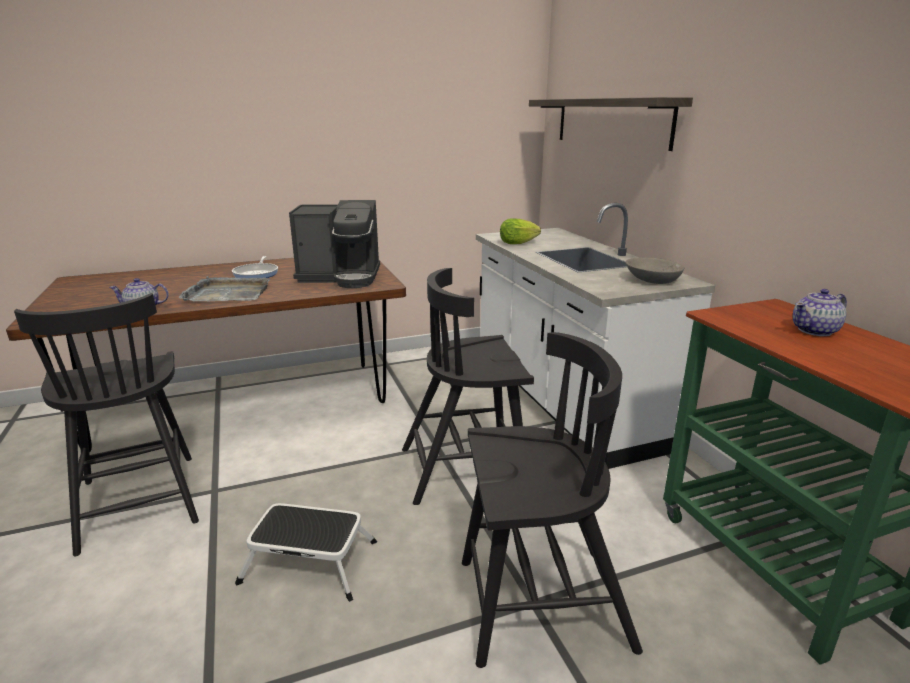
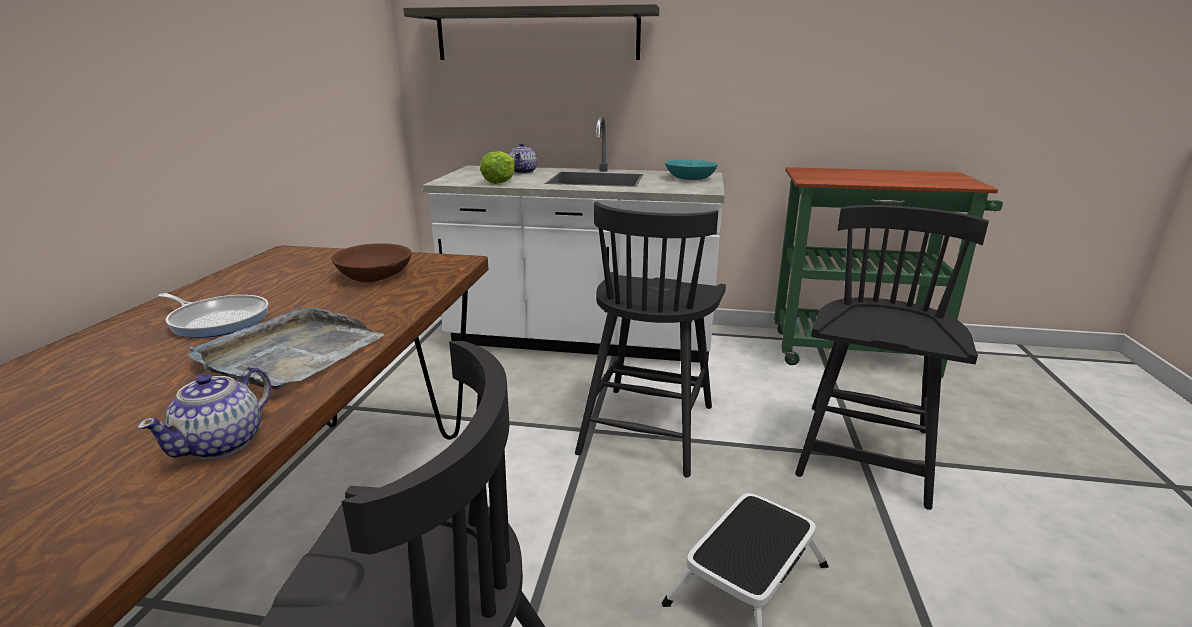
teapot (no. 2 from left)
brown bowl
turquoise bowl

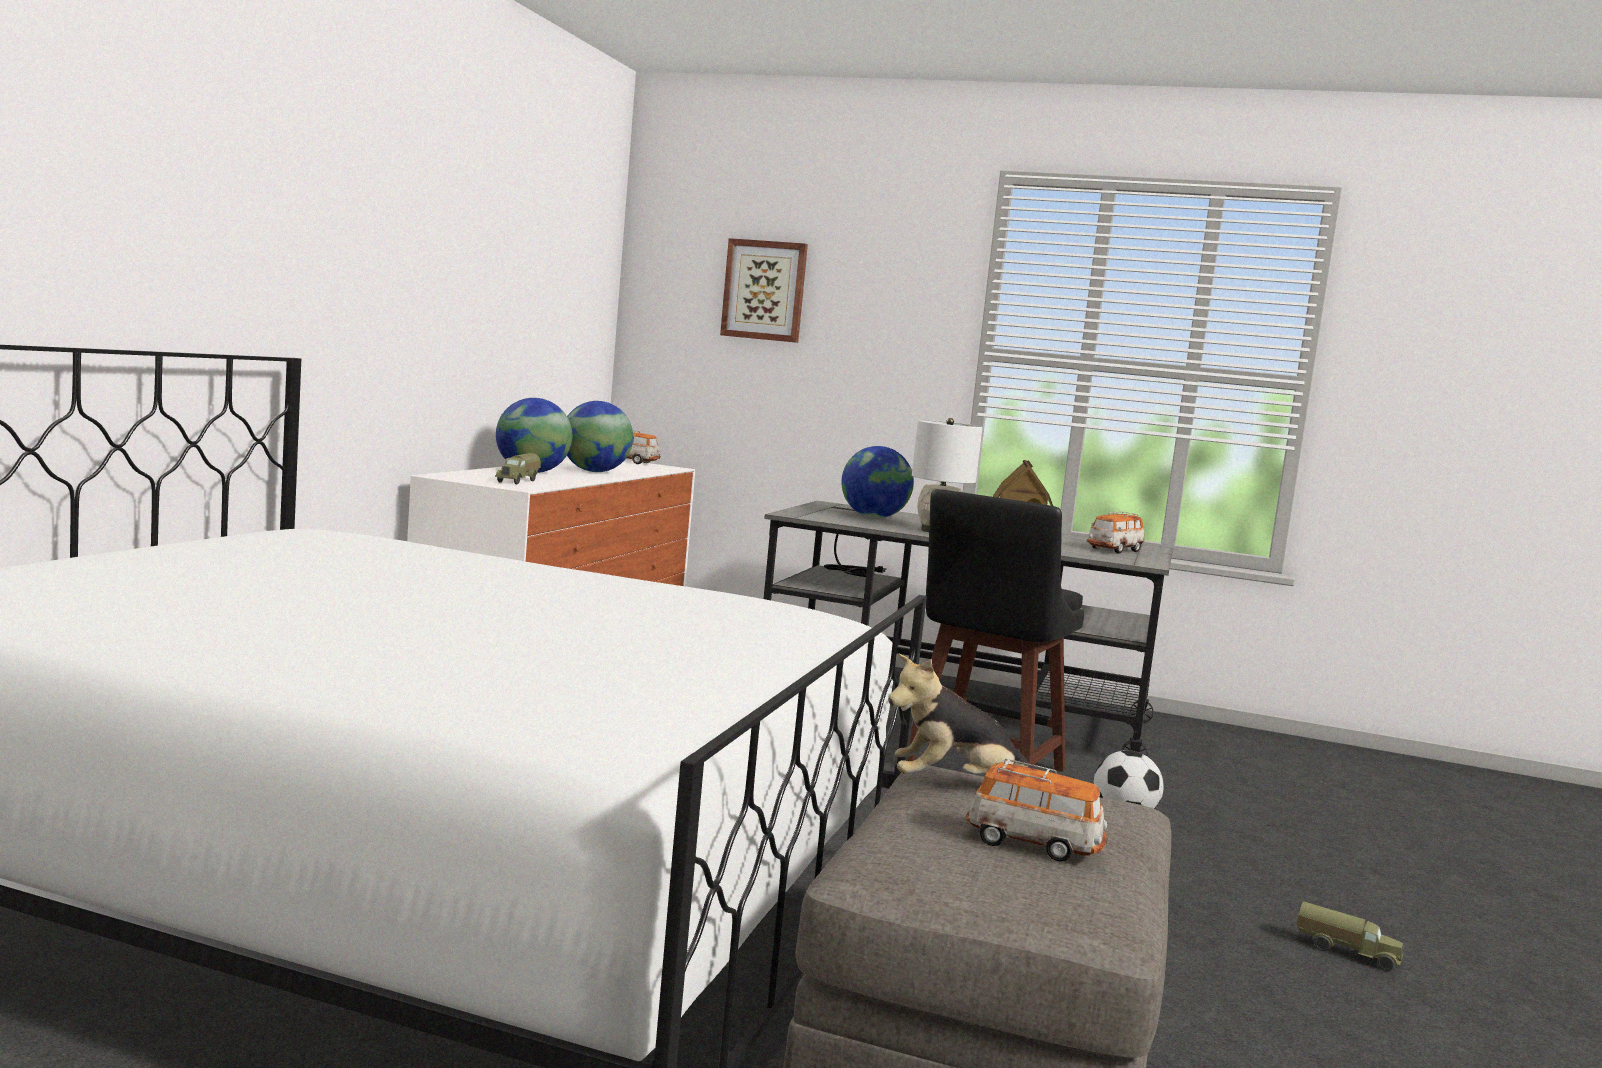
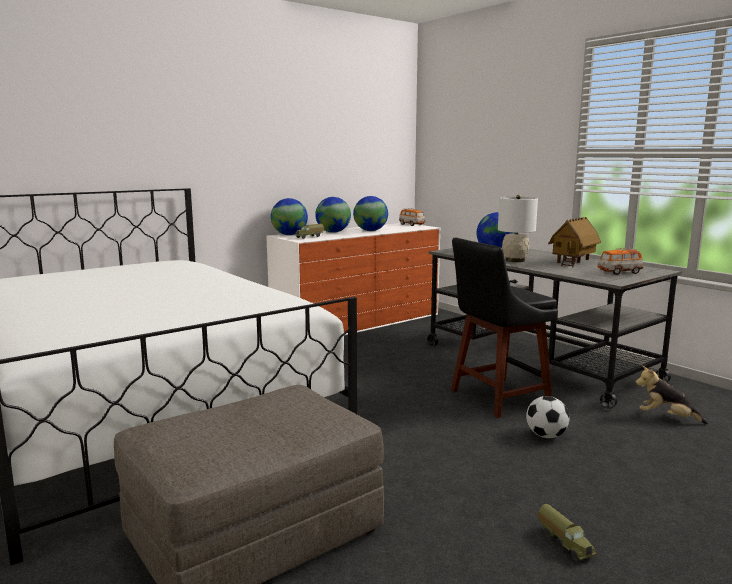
picture
toy car (no. 2 from left in the first image)
globe (no. 1 from left)
plush toy

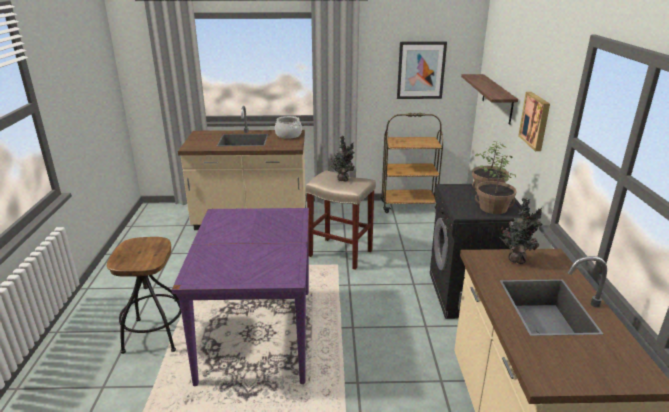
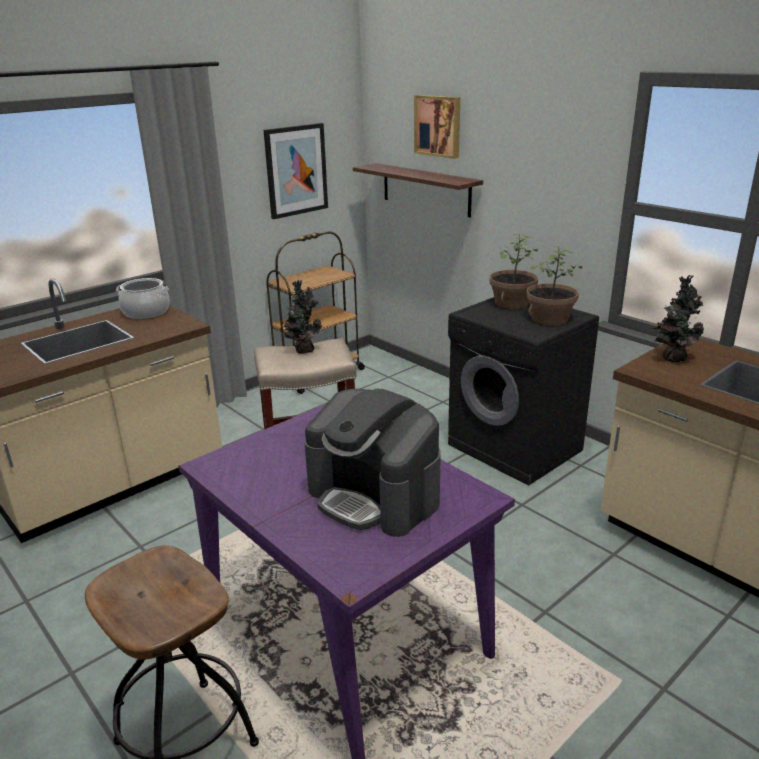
coffee machine
picture (no. 2 from left)

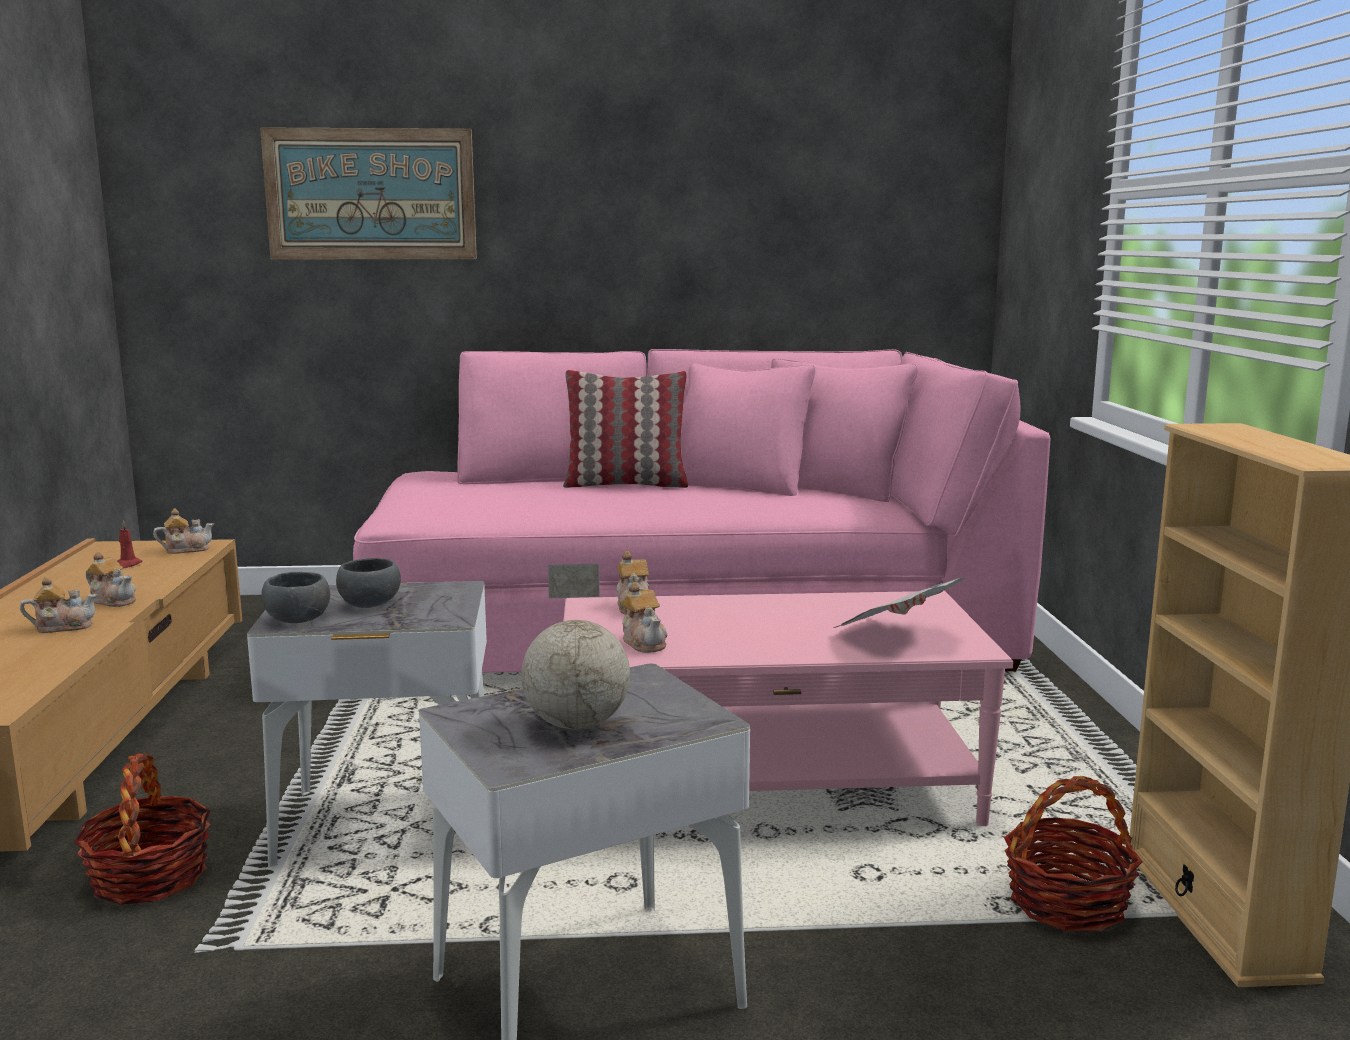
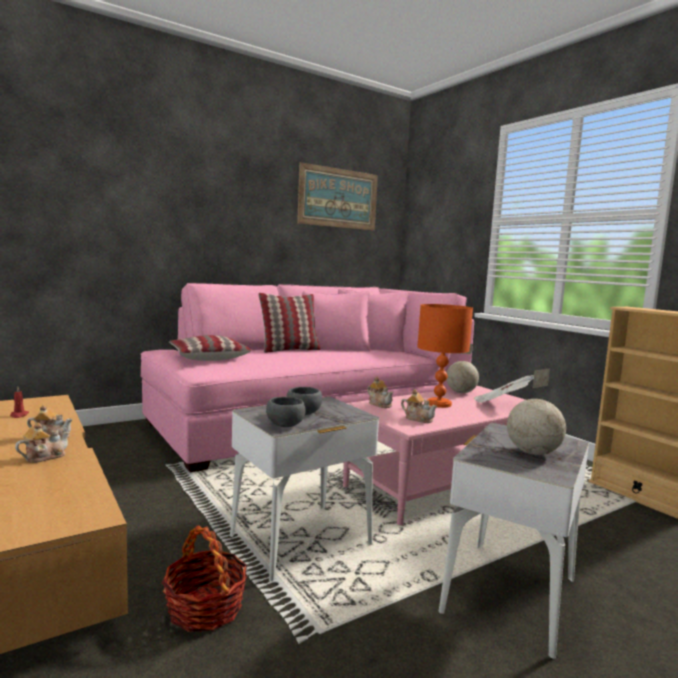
teapot (no. 3 from left in the first image)
basket (no. 2 from left in the first image)
pillow (no. 1 from left)
orange table lamp
globe (no. 1 from left)
picture

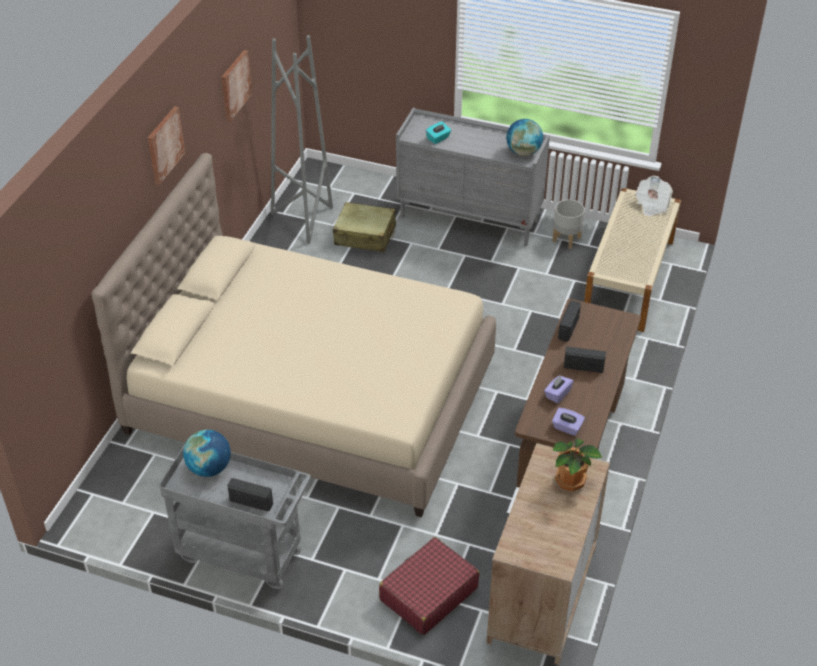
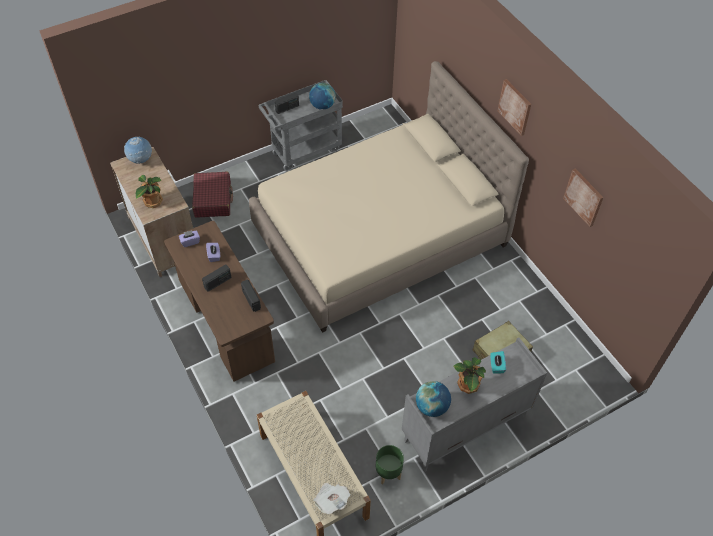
grey clothes rack
globe (no. 1 from left)
potted plant (no. 2 from left)
green planter

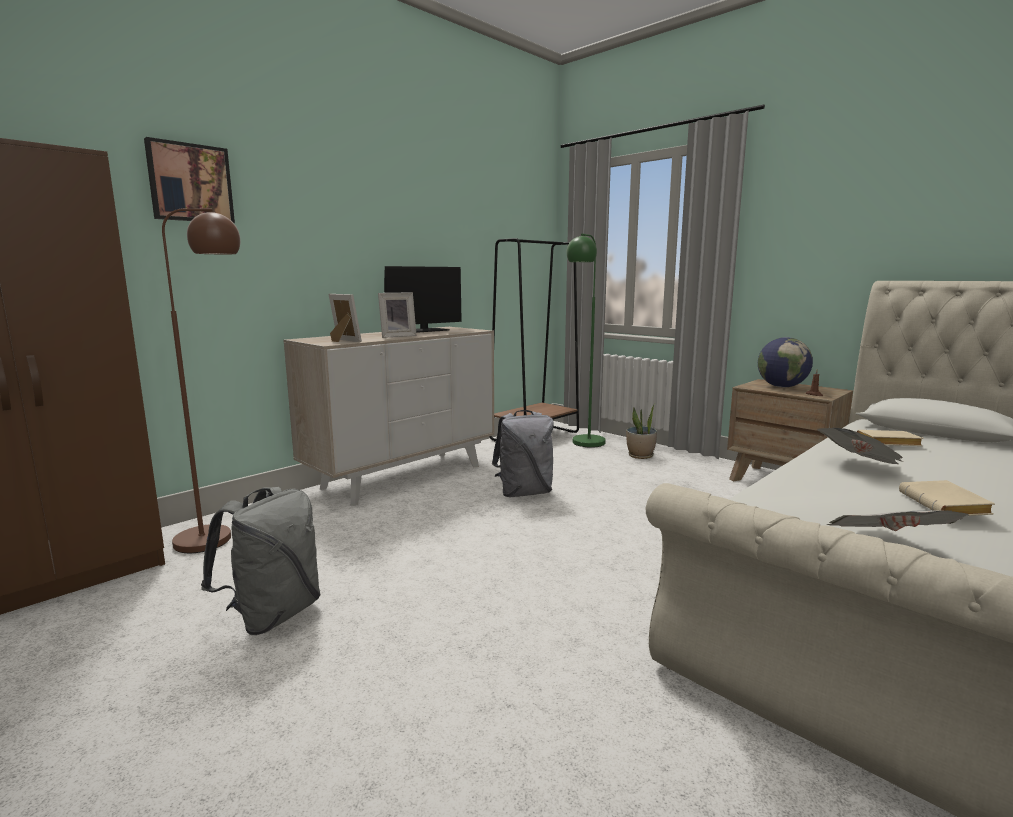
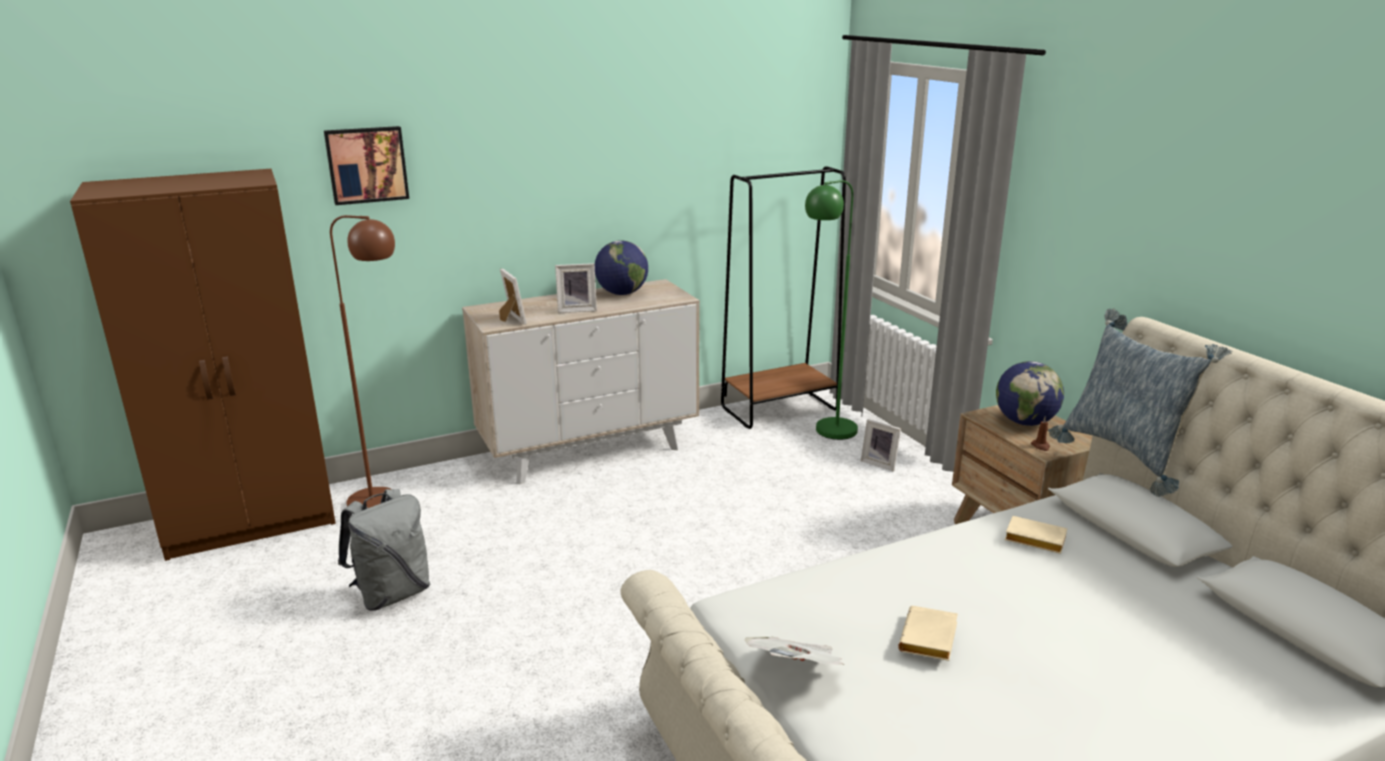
grey backpack (no. 2 from left in the first image)
newspaper (no. 1 from left in the first image)
pillow
globe (no. 1 from left)
picture frame (no. 3 from left)

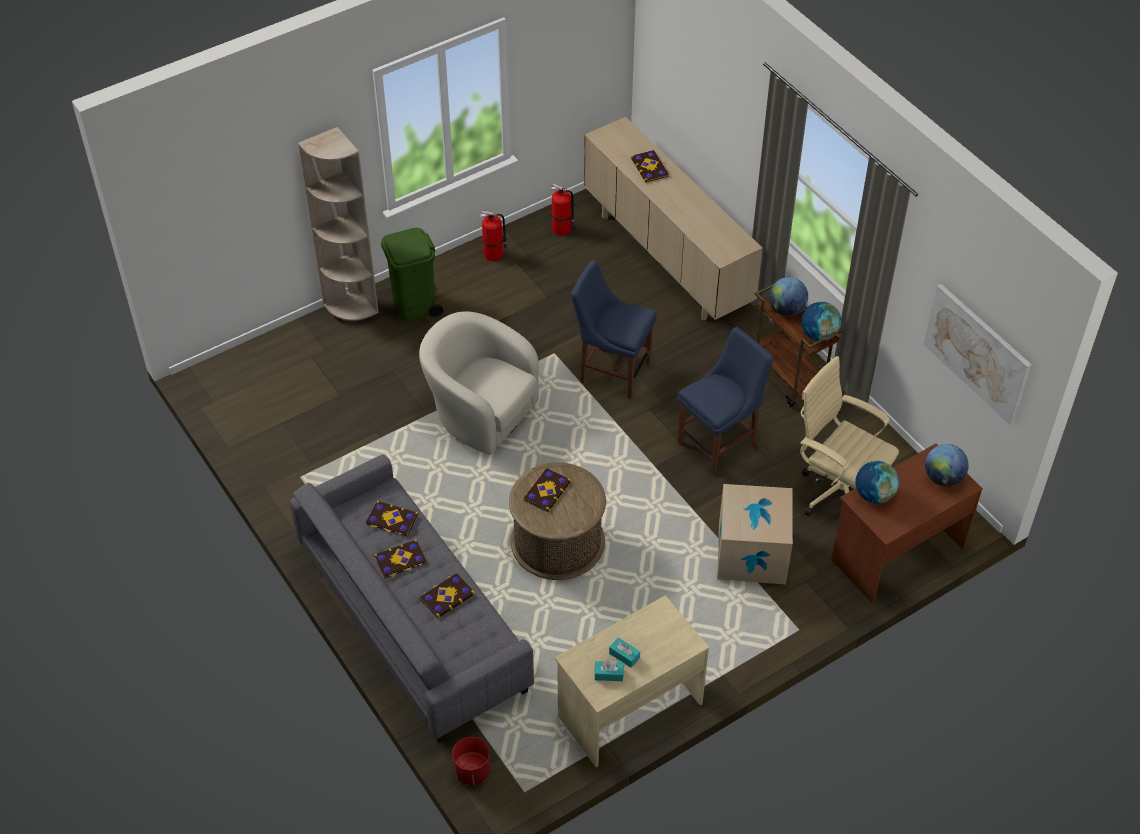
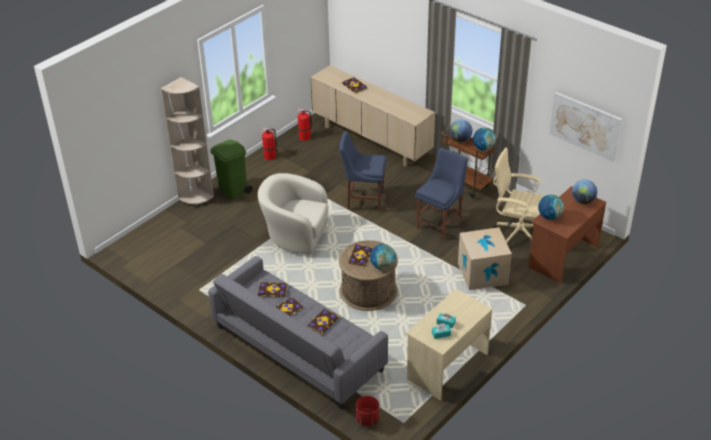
globe (no. 1 from left)

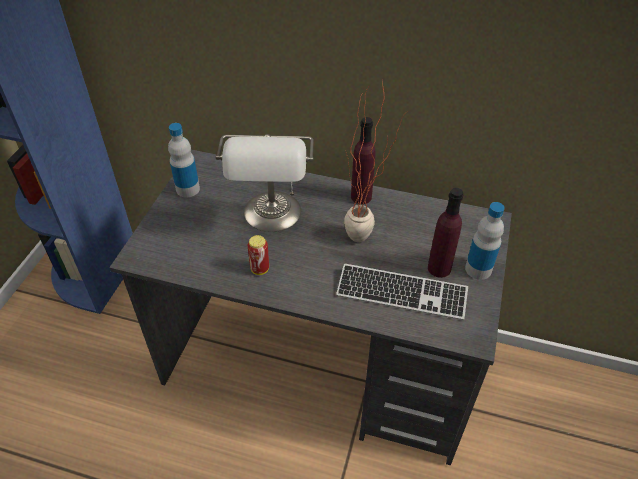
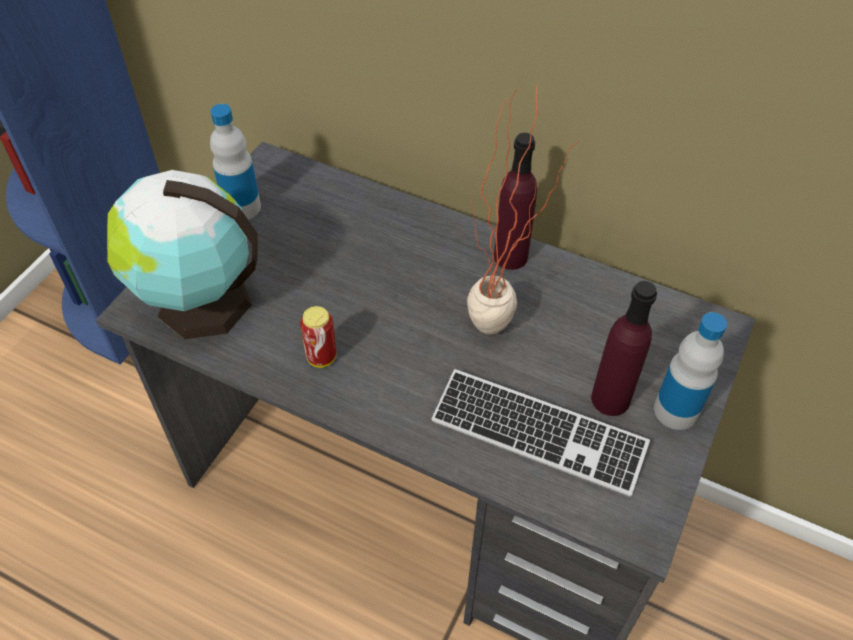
white table lamp
globe

